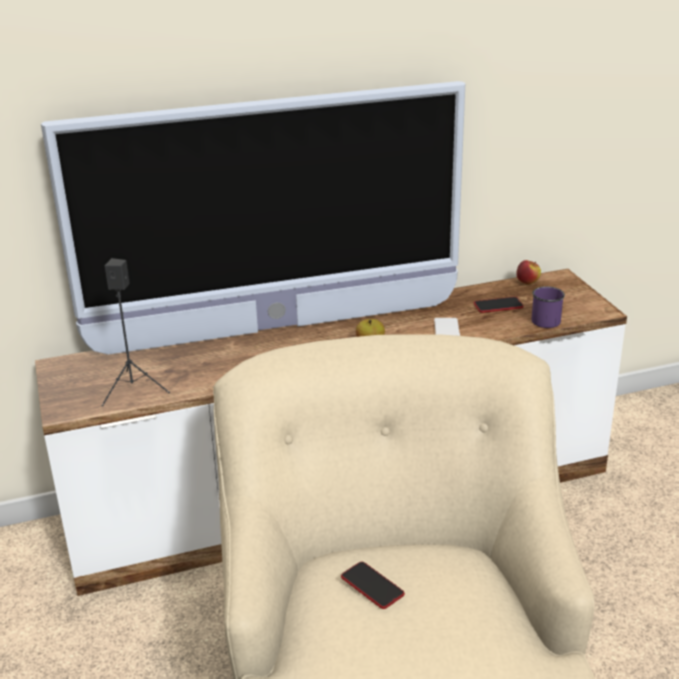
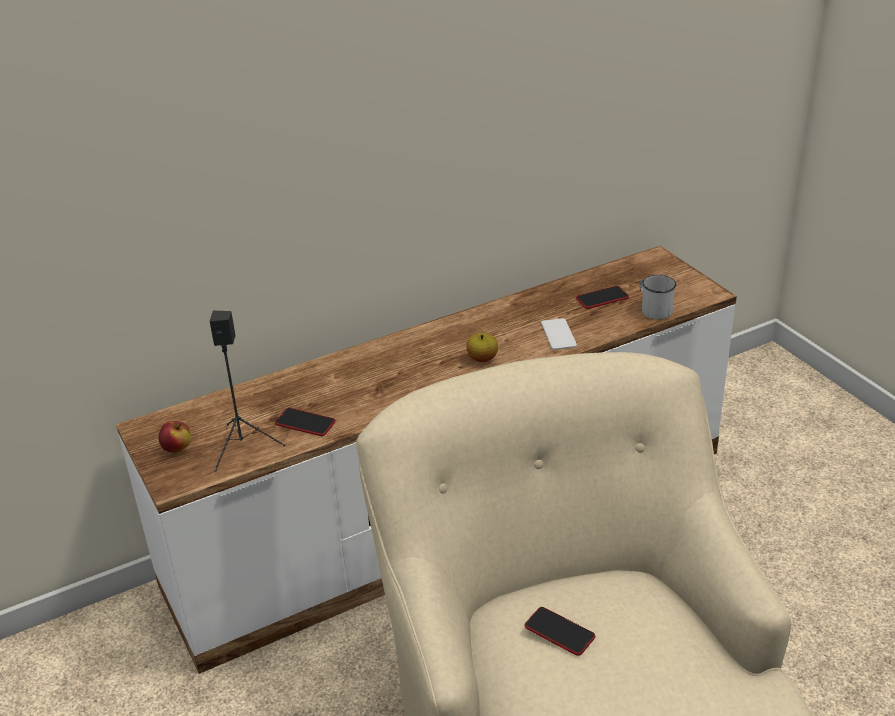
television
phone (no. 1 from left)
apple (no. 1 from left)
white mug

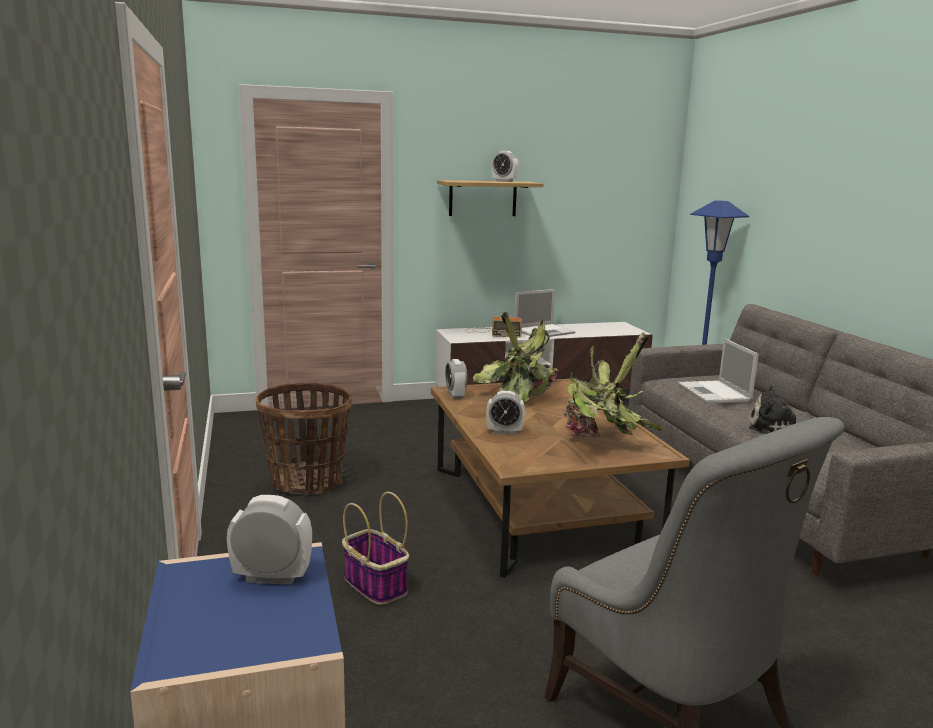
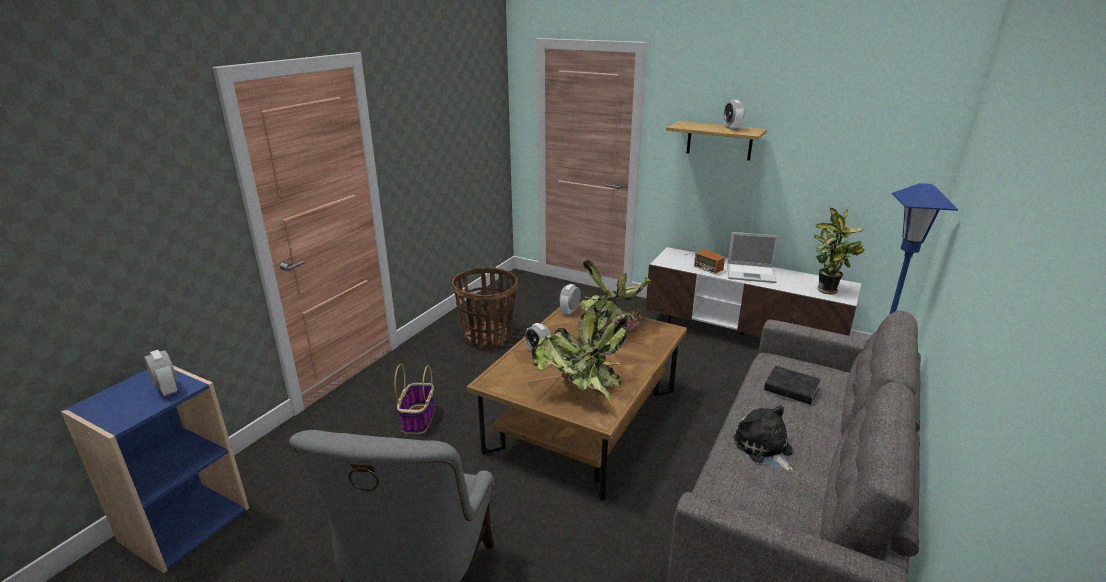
potted plant (no. 3 from left)
black book

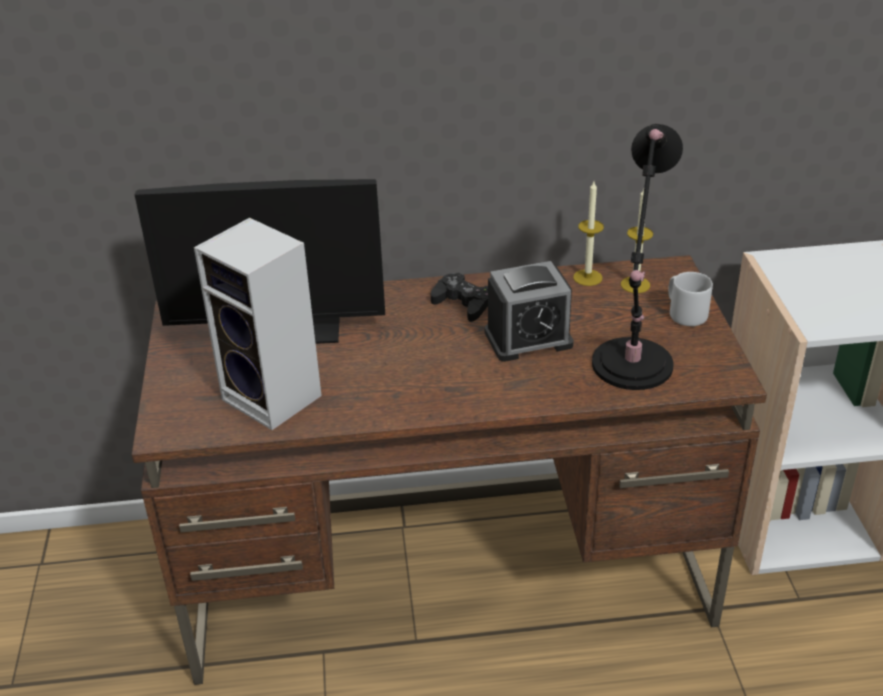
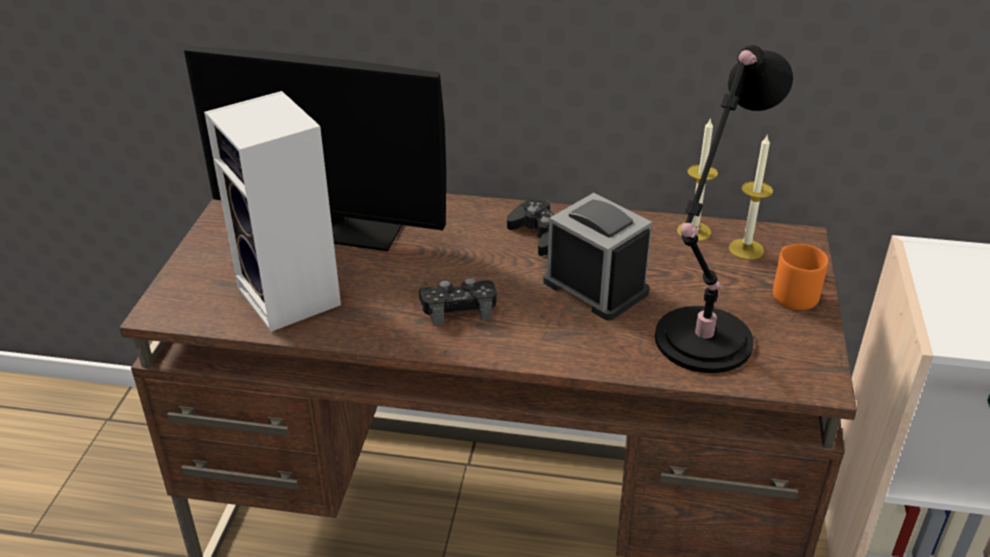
black game controller (no. 1 from left)
orange mug
alarm clock

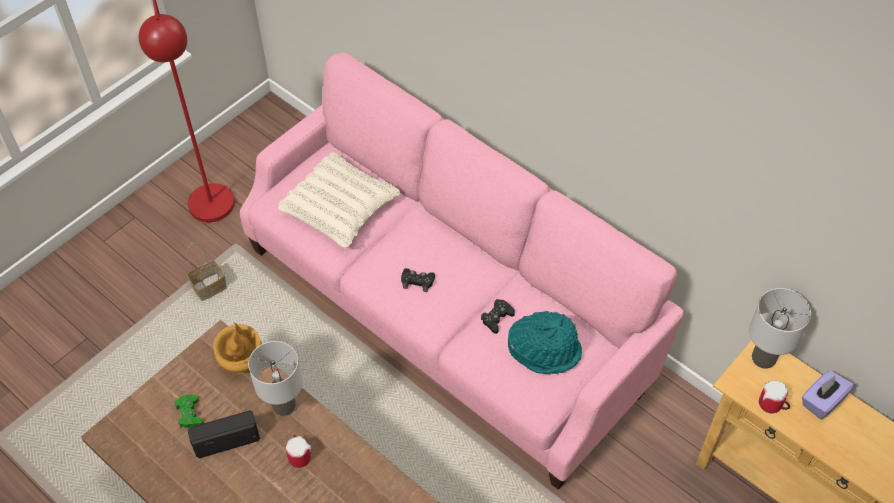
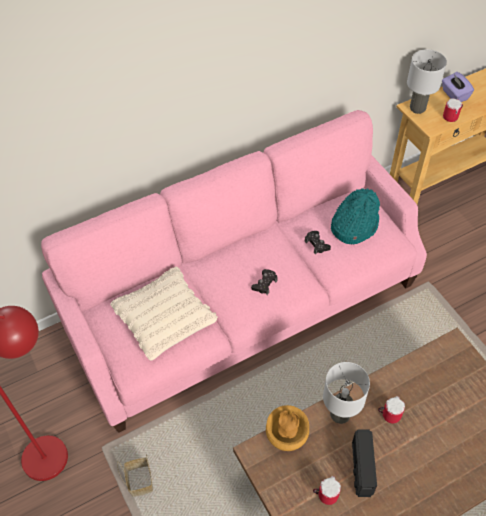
mug (no. 1 from left)

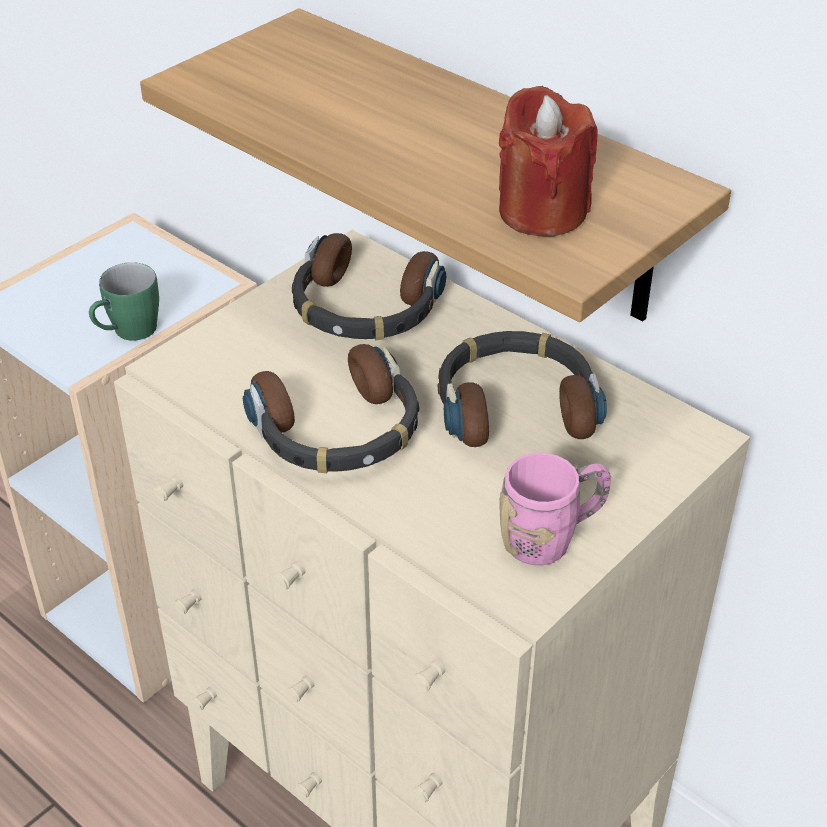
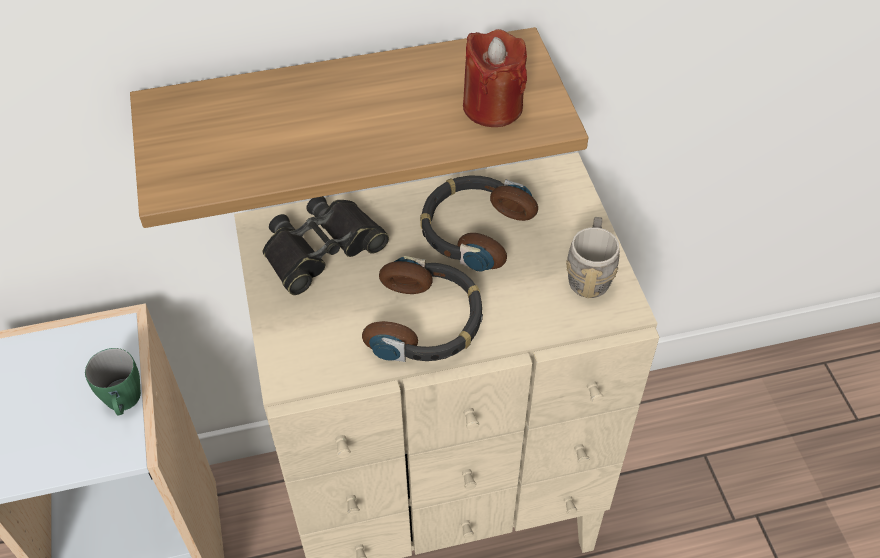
black binoculars
grey mug

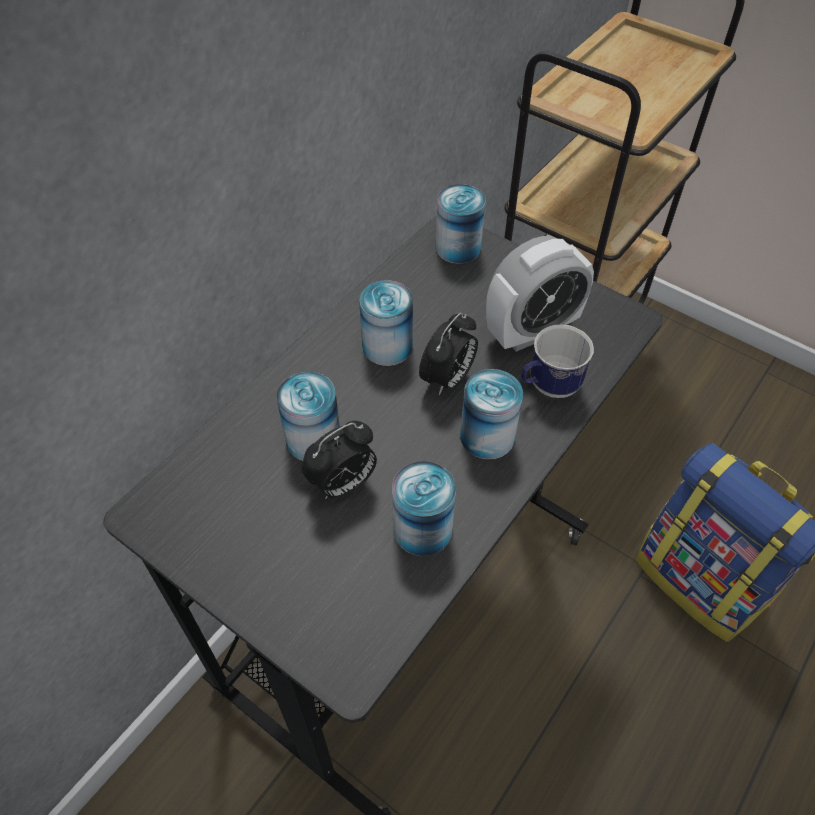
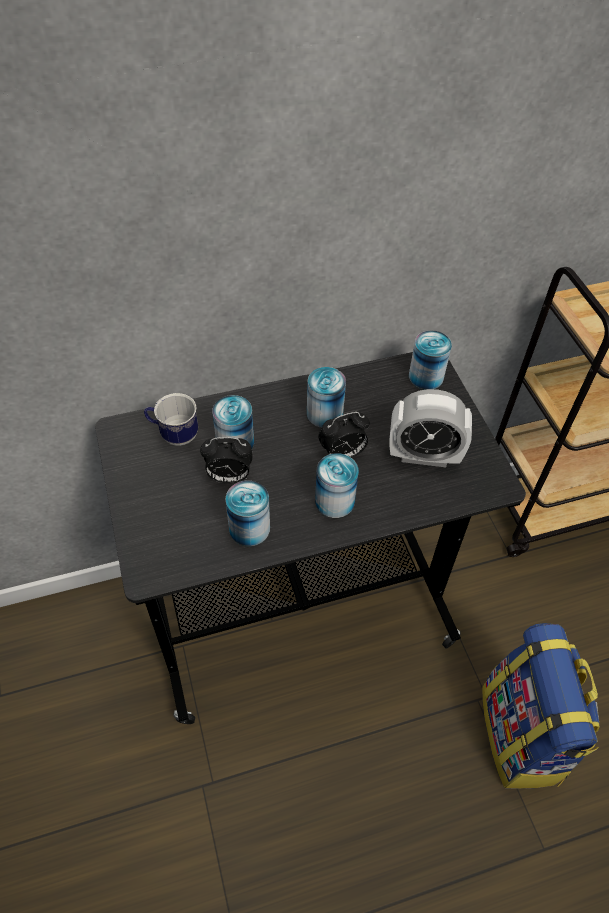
mug

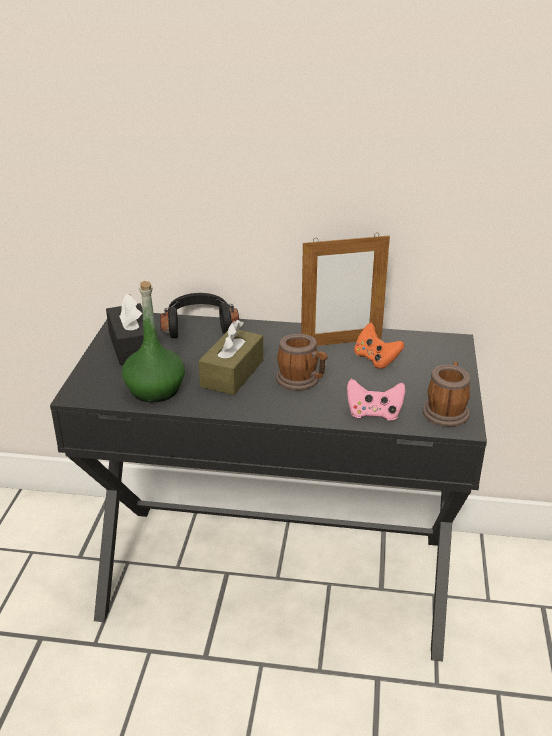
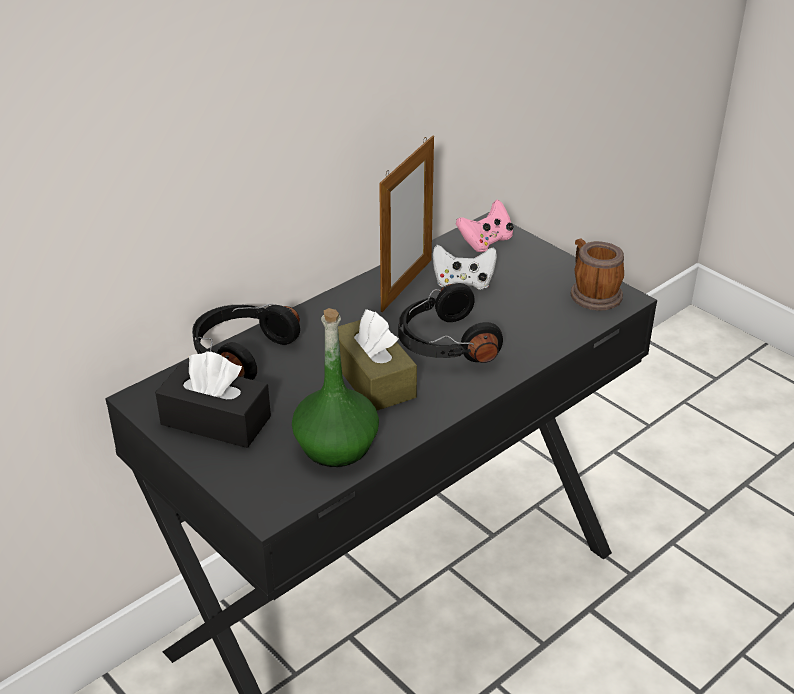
pink game controller
black headphones (no. 2 from left)
white game controller

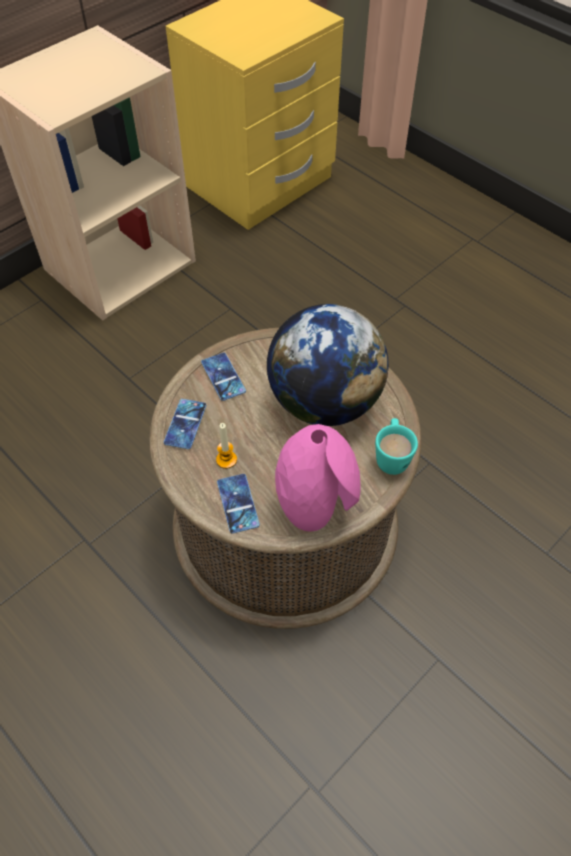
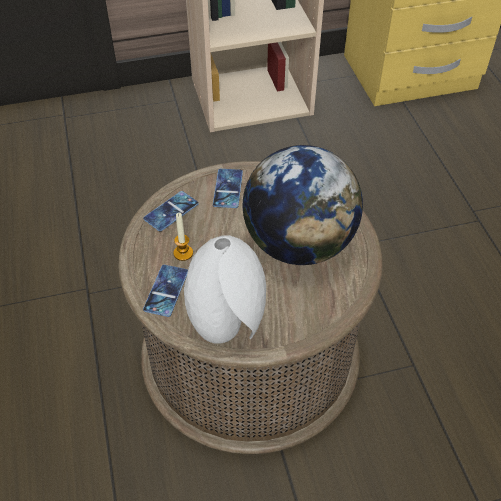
turquoise mug
white vase

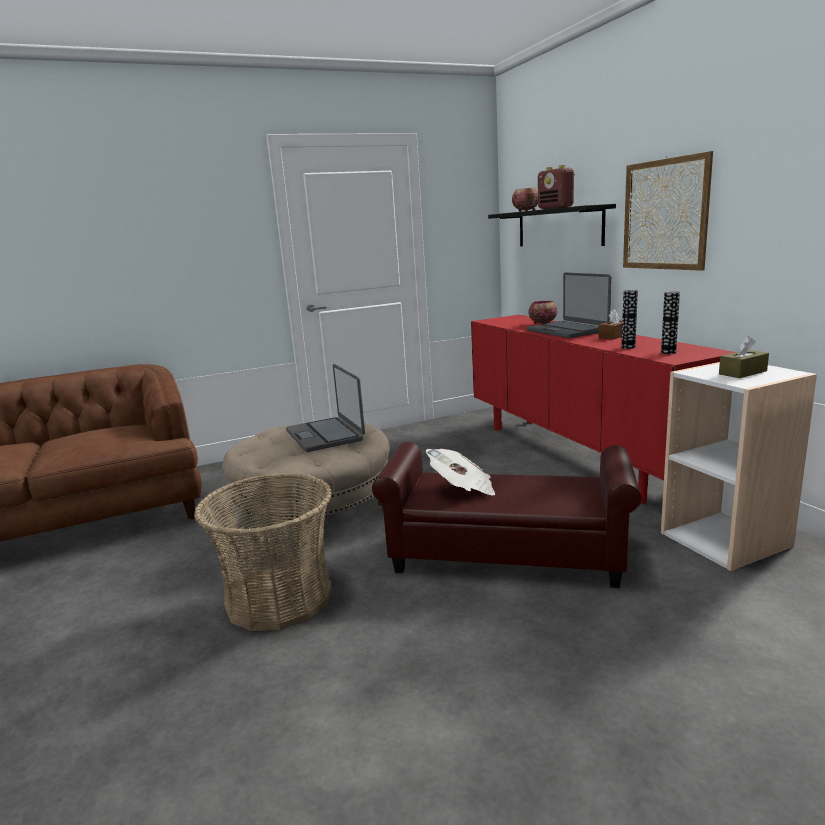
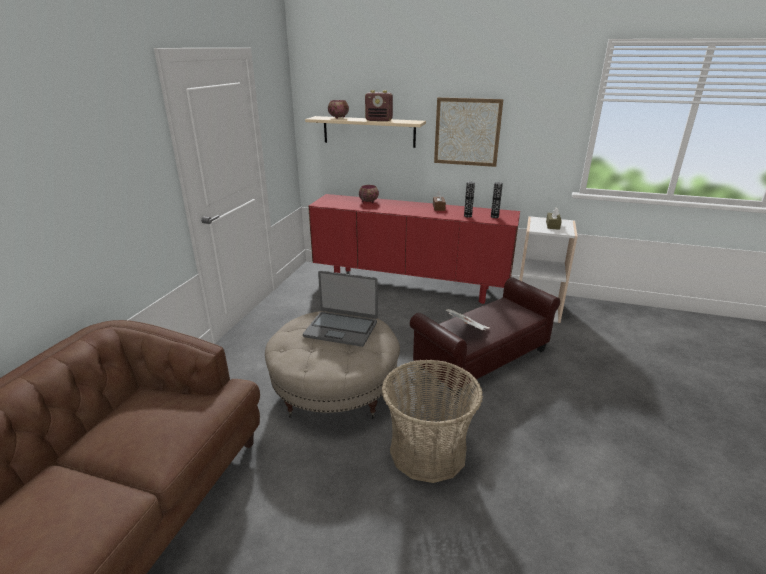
laptop (no. 2 from left in the first image)
beige shelf

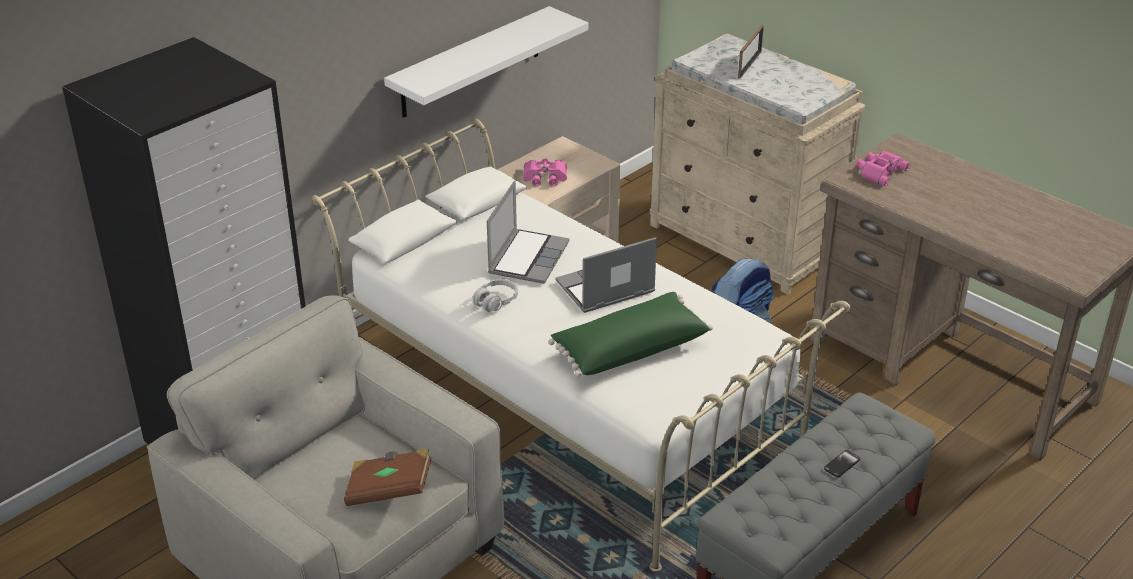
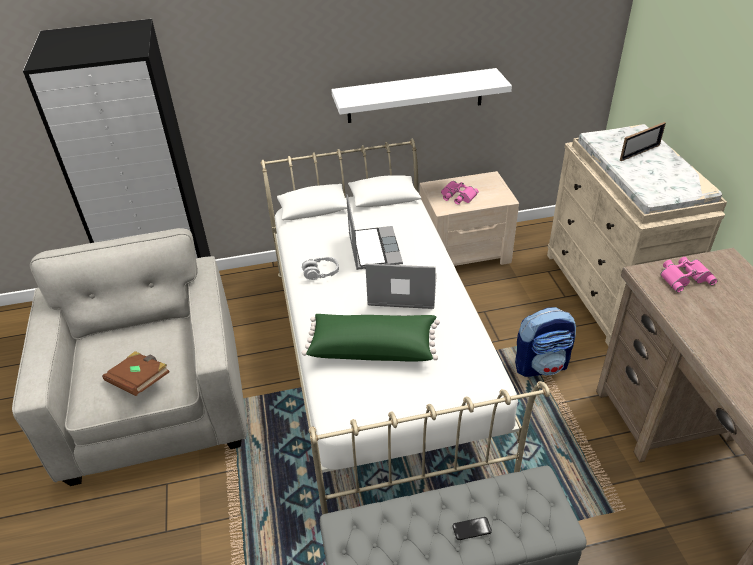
laptop (no. 1 from left)

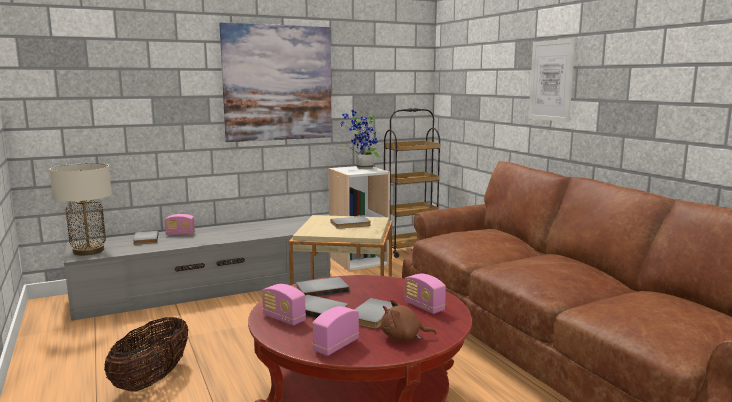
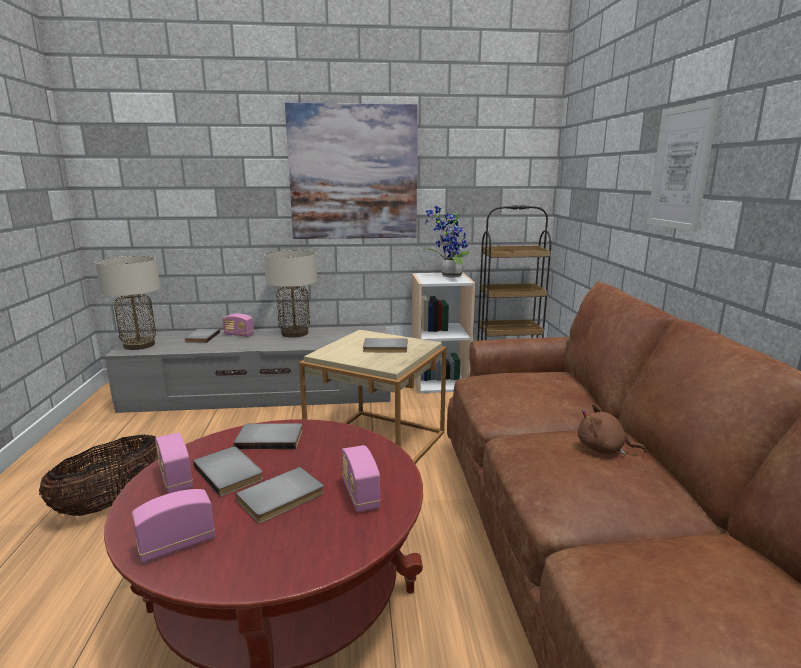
table lamp (no. 2 from left)
brown plush toy

